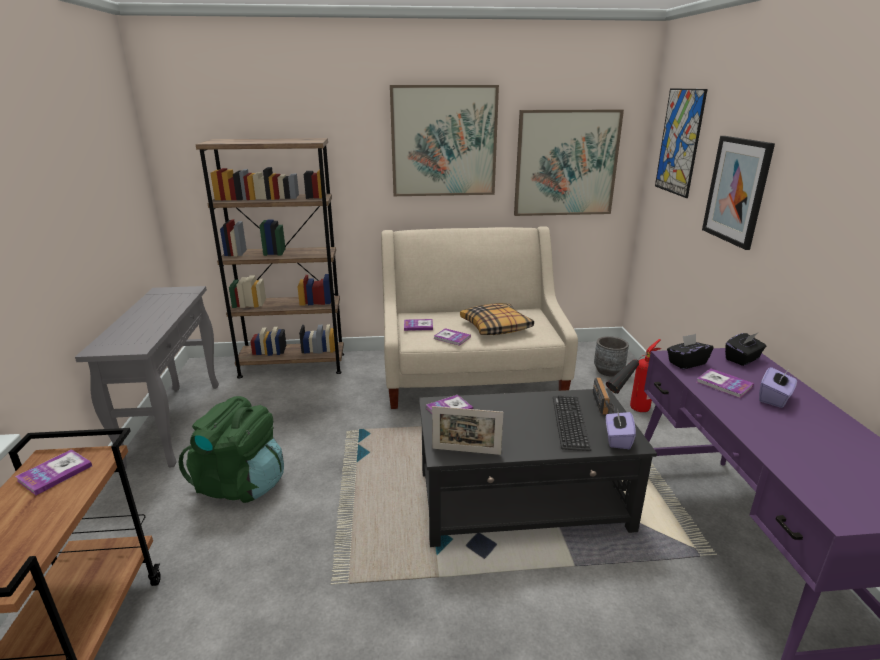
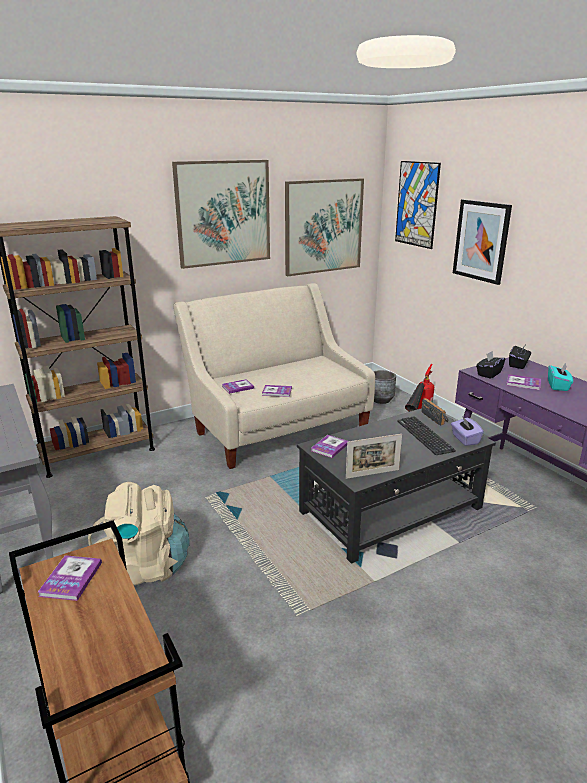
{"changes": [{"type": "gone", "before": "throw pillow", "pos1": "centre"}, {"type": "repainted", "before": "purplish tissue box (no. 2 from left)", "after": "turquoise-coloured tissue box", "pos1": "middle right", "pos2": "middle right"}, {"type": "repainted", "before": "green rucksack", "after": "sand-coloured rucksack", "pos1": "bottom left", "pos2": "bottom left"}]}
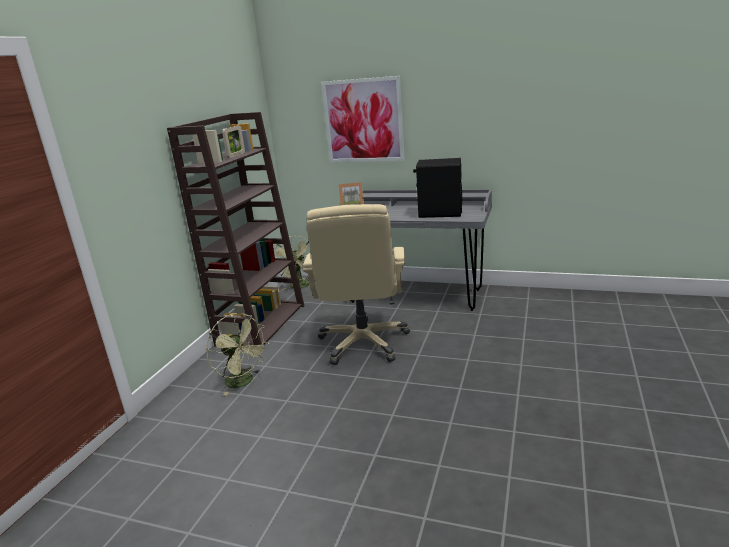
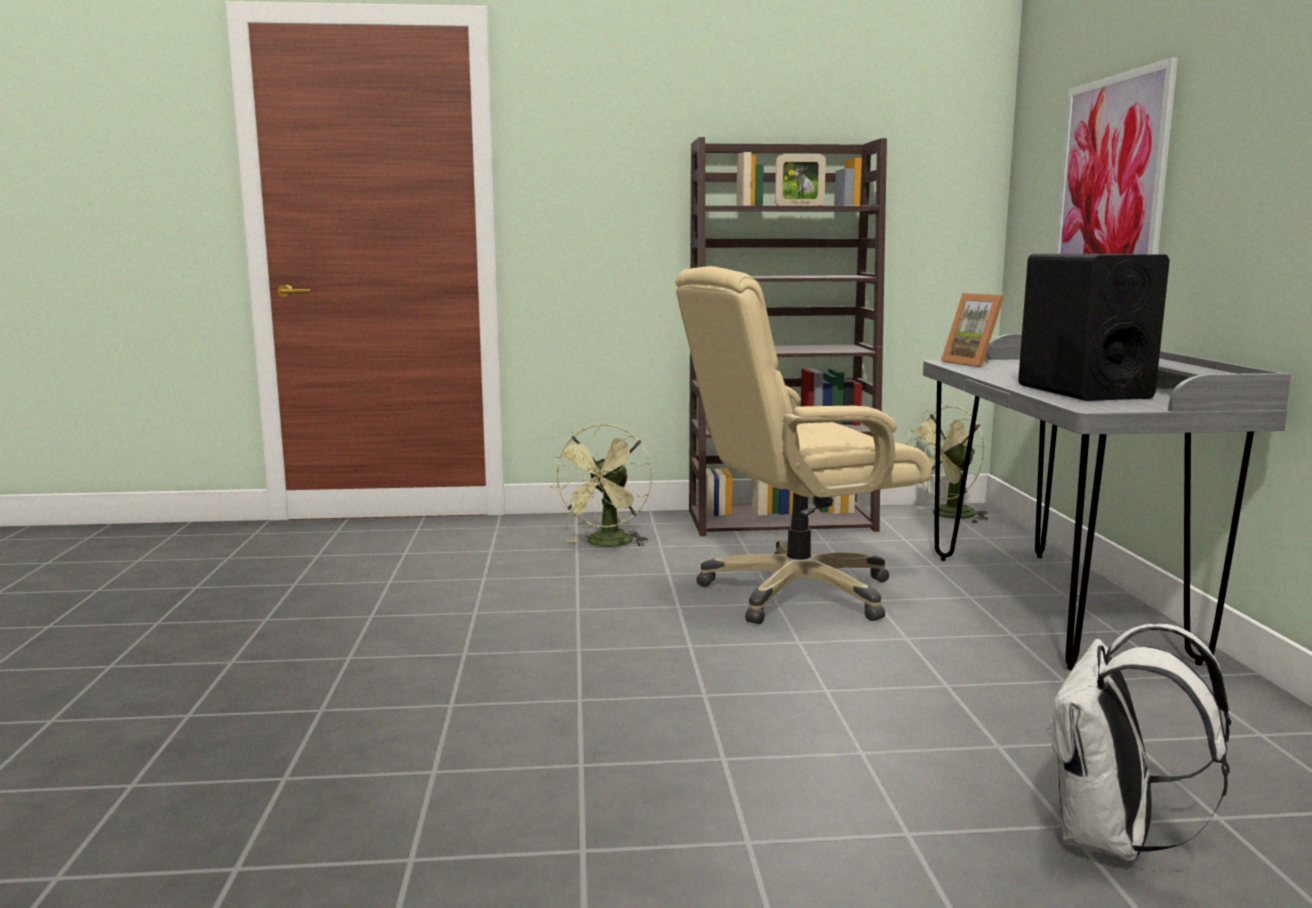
{"changes": [{"type": "new", "after": "white-coloured rucksack", "pos2": "bottom right"}]}
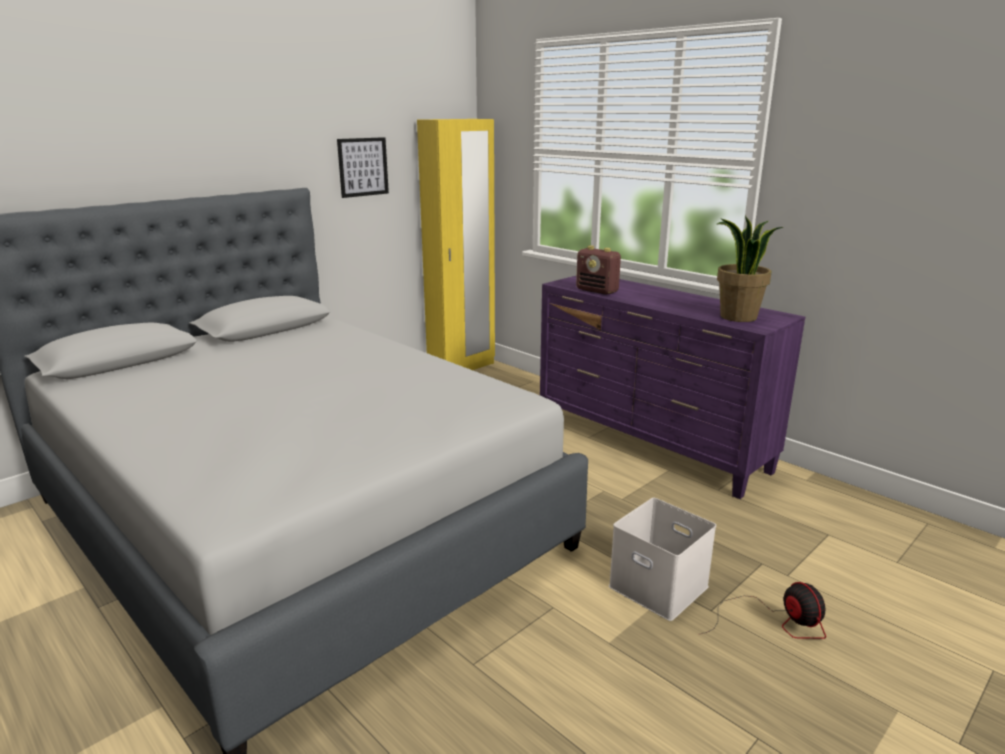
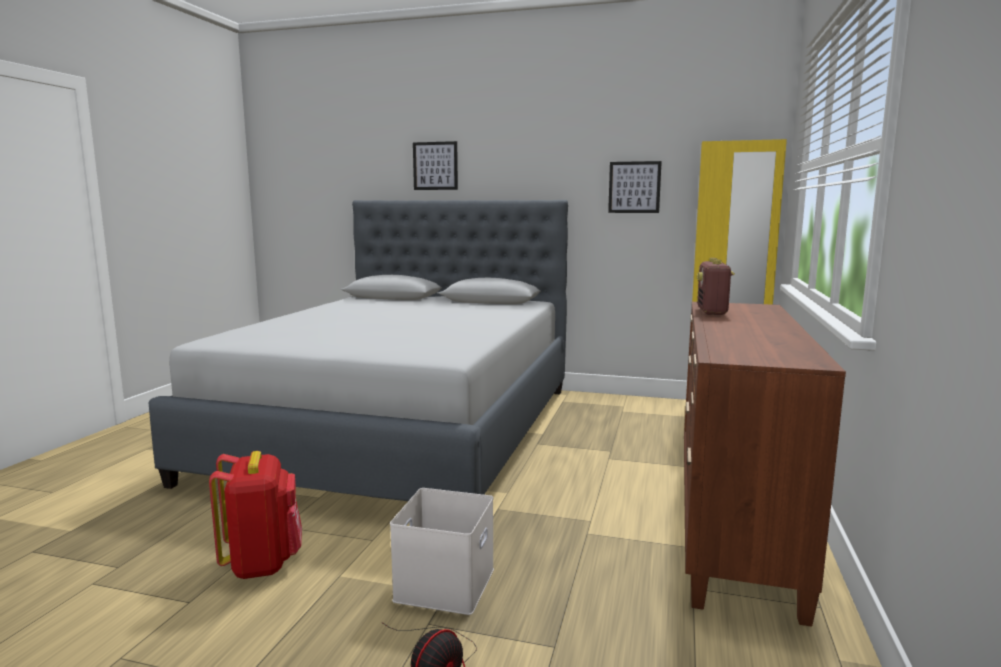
{"changes": [{"type": "gone", "before": "plant in a pot", "pos1": "middle right"}, {"type": "repainted", "before": "purplish chest of drawers", "after": "brown chest of drawers", "pos1": "middle right", "pos2": "bottom right"}, {"type": "new", "after": "picture (no. 1 from left)", "pos2": "top centre"}, {"type": "new", "after": "reddish rucksack", "pos2": "bottom left"}]}
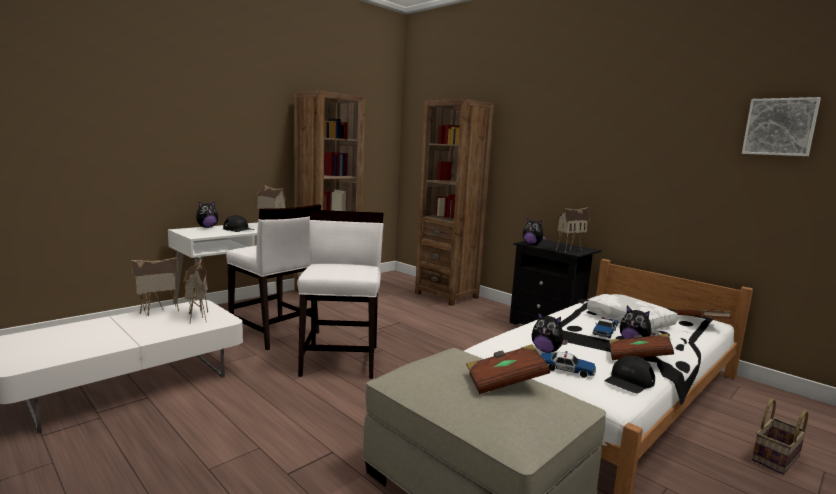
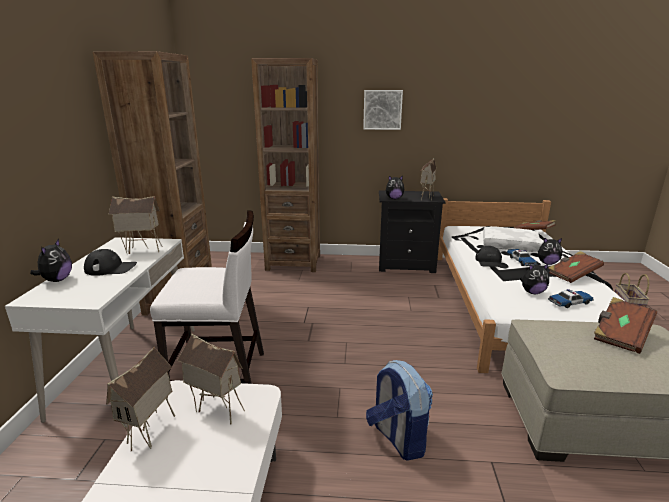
{"changes": [{"type": "shifted", "before": "picture", "pos1": "top right", "pos2": "top centre"}, {"type": "gone", "before": "white-coloured plain chair (no. 2 from left)", "pos1": "centre"}, {"type": "shifted", "before": "black-coloured cap (no. 2 from left)", "pos1": "bottom right", "pos2": "middle right"}, {"type": "new", "after": "rucksack", "pos2": "bottom centre"}]}
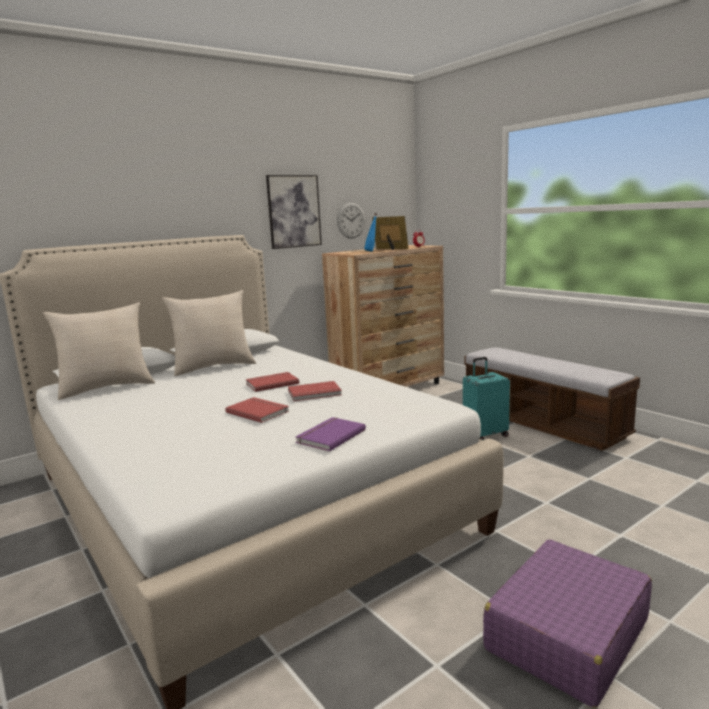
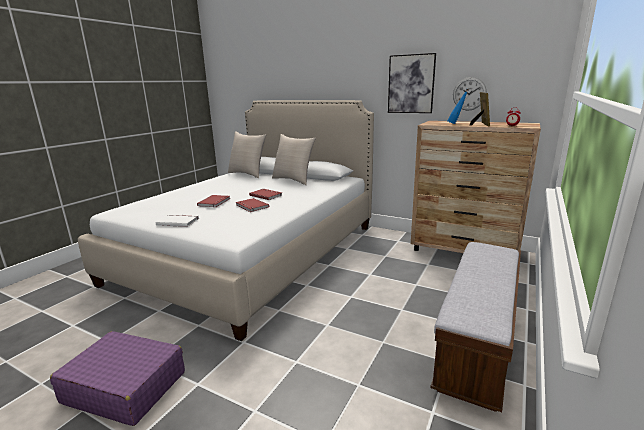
{"changes": [{"type": "gone", "before": "turquoise-coloured suitcase", "pos1": "middle right"}, {"type": "repainted", "before": "purplish volume", "after": "white-coloured volume", "pos1": "centre", "pos2": "middle left"}]}
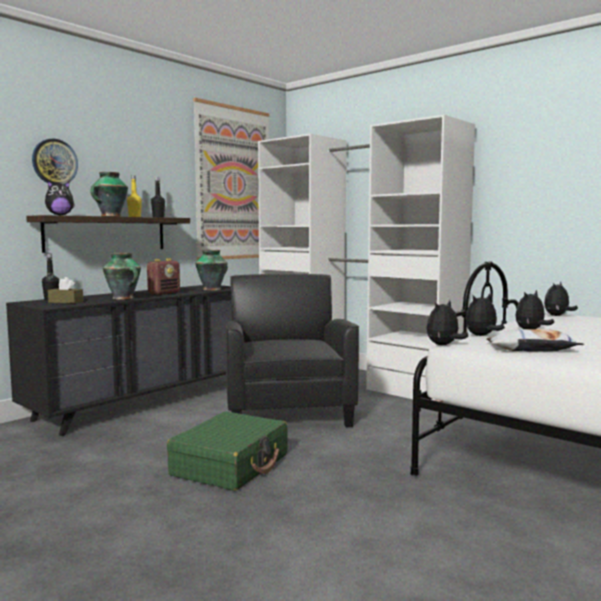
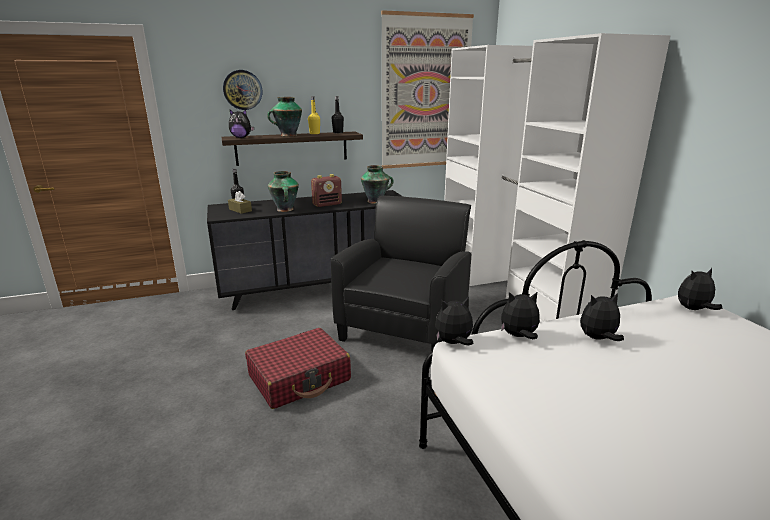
{"changes": [{"type": "gone", "before": "throw pillow", "pos1": "middle right"}, {"type": "repainted", "before": "green suitcase", "after": "reddish suitcase", "pos1": "bottom centre", "pos2": "bottom centre"}]}
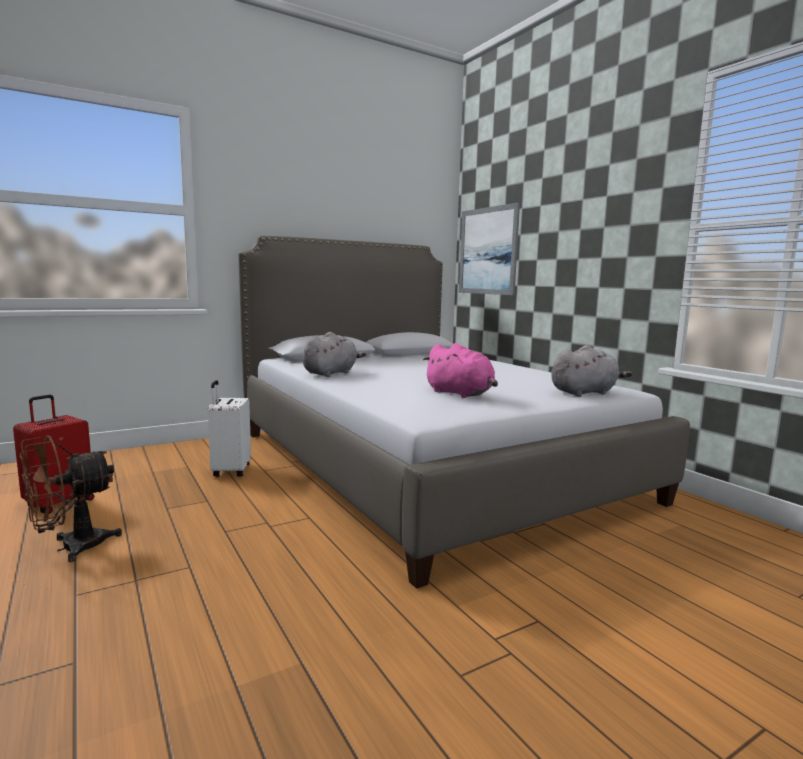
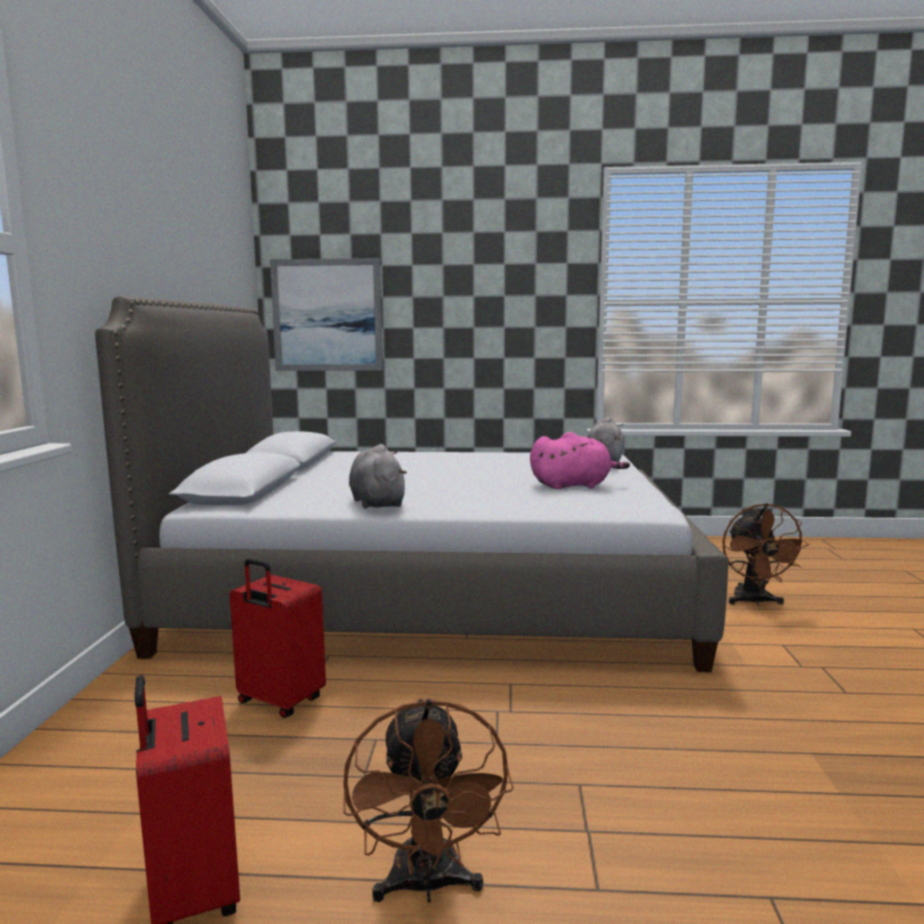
{"changes": [{"type": "repainted", "before": "white-coloured suitcase", "after": "reddish suitcase (no. 2 from left)", "pos1": "middle left", "pos2": "bottom left"}, {"type": "new", "after": "brown electric fan (no. 2 from left)", "pos2": "middle right"}]}
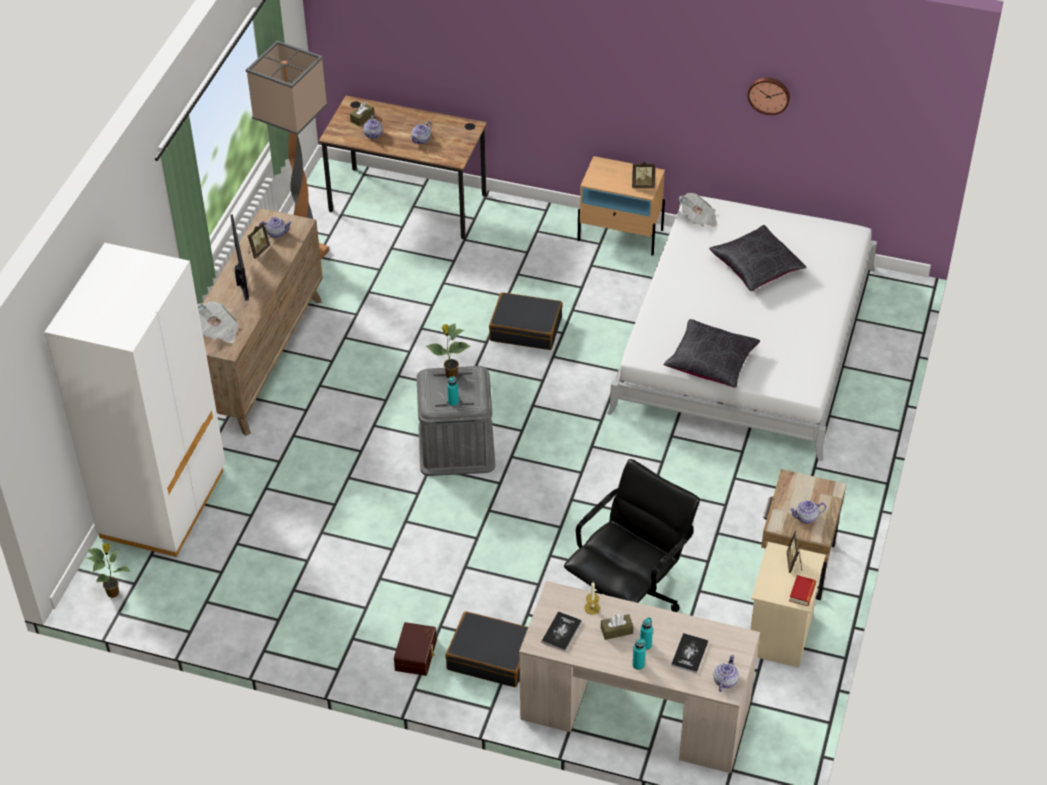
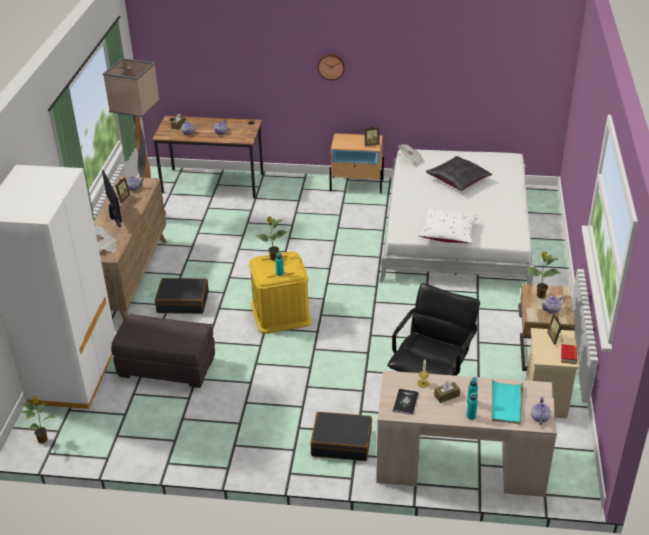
{"changes": [{"type": "shifted", "before": "clock on the wall", "pos1": "top right", "pos2": "top centre"}, {"type": "shifted", "before": "black-coloured suitcase (no. 2 from left in the first image)", "after": "black-coloured suitcase (no. 1 from left)", "pos1": "centre", "pos2": "middle left"}, {"type": "repainted", "before": "black-coloured throw pillow (no. 1 from left)", "after": "white-coloured throw pillow", "pos1": "middle right", "pos2": "middle right"}, {"type": "repainted", "before": "grey storage container", "after": "yellow storage container", "pos1": "centre", "pos2": "centre"}, {"type": "gone", "before": "brown storage container", "pos1": "bottom centre"}, {"type": "swapped", "before": "volume (no. 2 from left)", "after": "turquoise-coloured carrying tray", "pos1": "bottom centre", "pos2": "bottom right"}, {"type": "new", "after": "plant in a pot (no. 3 from left)", "pos2": "middle right"}, {"type": "new", "after": "grey footrest", "pos2": "middle left"}]}
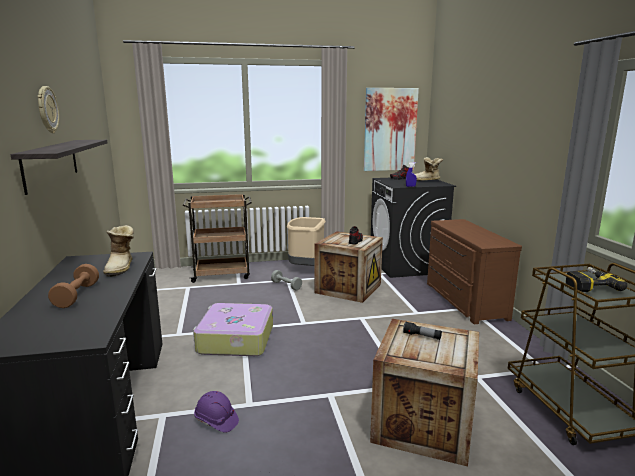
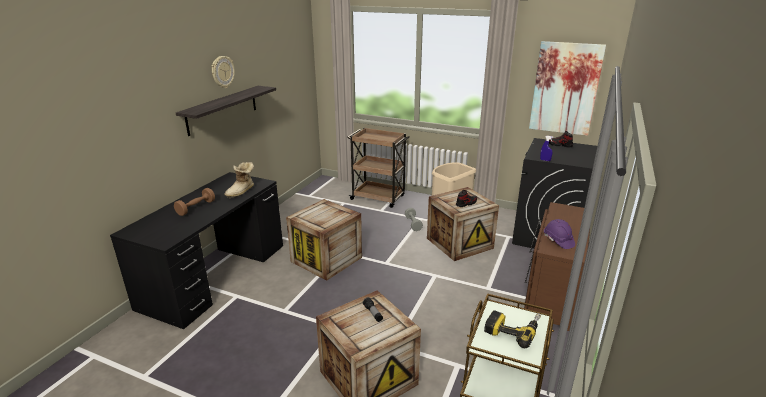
{"changes": [{"type": "gone", "before": "high-top boot (no. 2 from left)", "pos1": "middle right"}, {"type": "swapped", "before": "suitcase", "after": "packing crate (no. 1 from left)", "pos1": "bottom centre", "pos2": "centre"}, {"type": "shifted", "before": "purplish work helmet", "pos1": "bottom centre", "pos2": "middle right"}]}
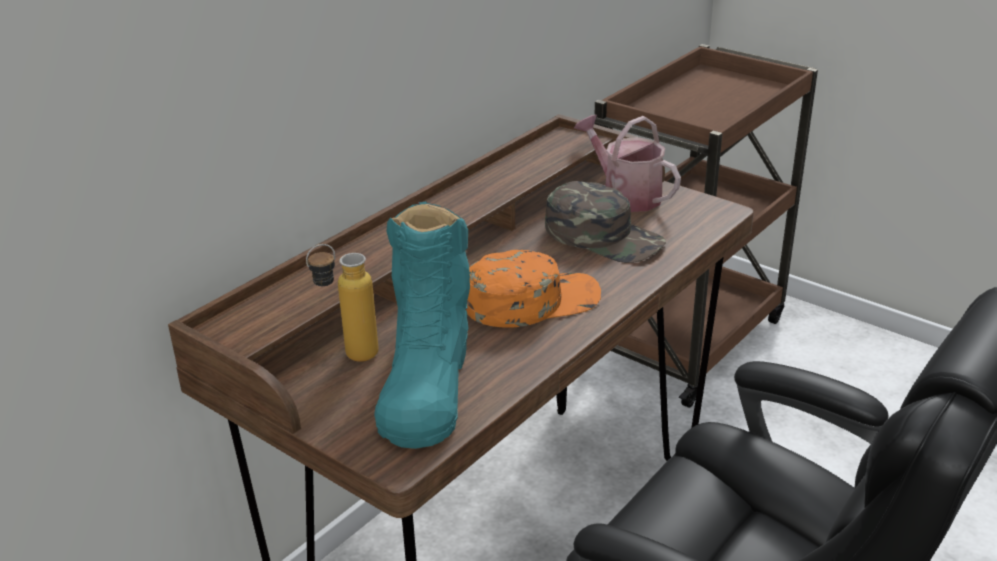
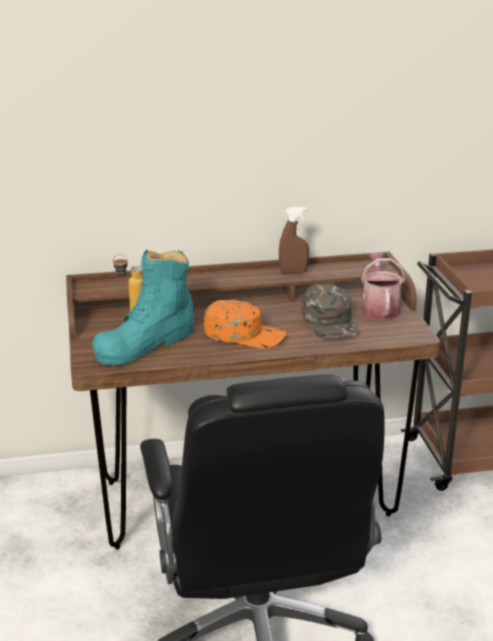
{"changes": [{"type": "new", "after": "brown hand sprayer", "pos2": "centre"}]}
